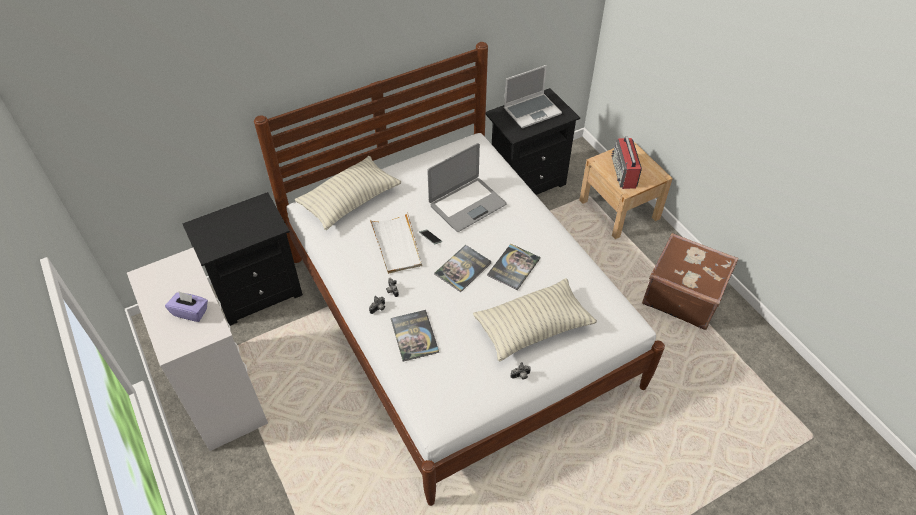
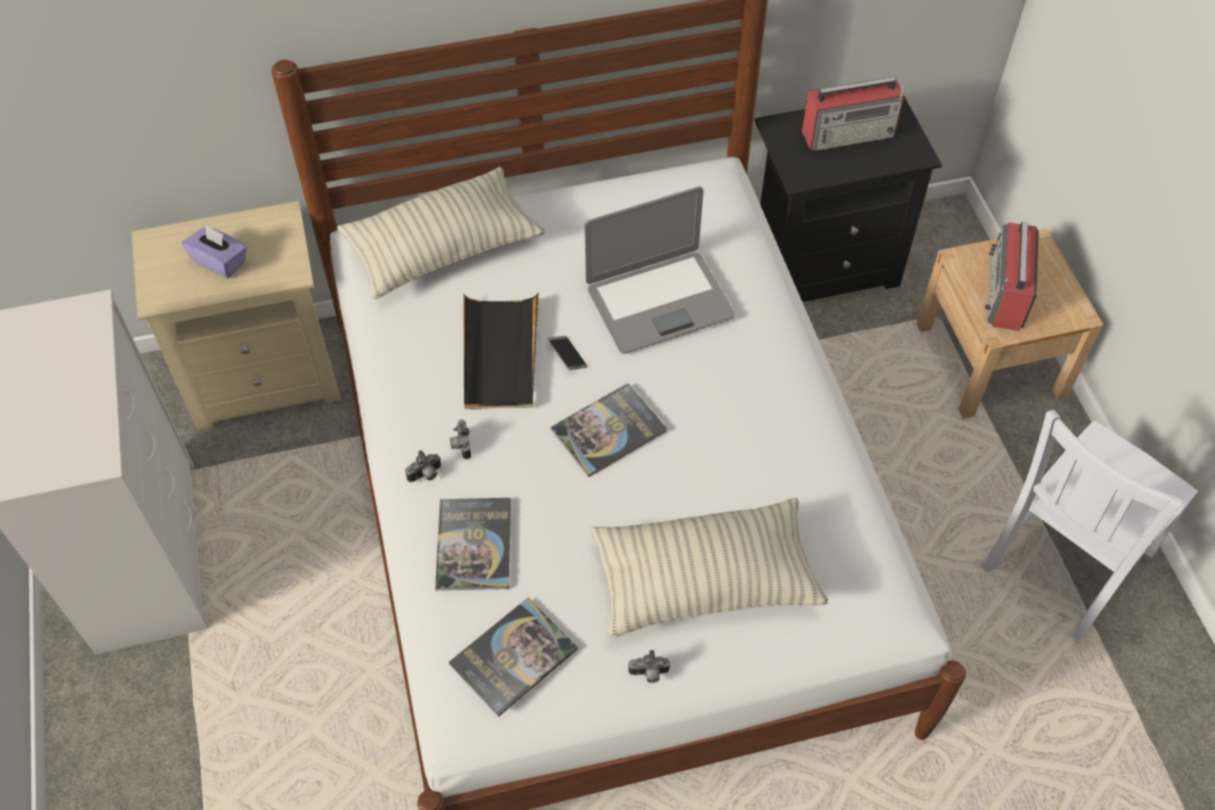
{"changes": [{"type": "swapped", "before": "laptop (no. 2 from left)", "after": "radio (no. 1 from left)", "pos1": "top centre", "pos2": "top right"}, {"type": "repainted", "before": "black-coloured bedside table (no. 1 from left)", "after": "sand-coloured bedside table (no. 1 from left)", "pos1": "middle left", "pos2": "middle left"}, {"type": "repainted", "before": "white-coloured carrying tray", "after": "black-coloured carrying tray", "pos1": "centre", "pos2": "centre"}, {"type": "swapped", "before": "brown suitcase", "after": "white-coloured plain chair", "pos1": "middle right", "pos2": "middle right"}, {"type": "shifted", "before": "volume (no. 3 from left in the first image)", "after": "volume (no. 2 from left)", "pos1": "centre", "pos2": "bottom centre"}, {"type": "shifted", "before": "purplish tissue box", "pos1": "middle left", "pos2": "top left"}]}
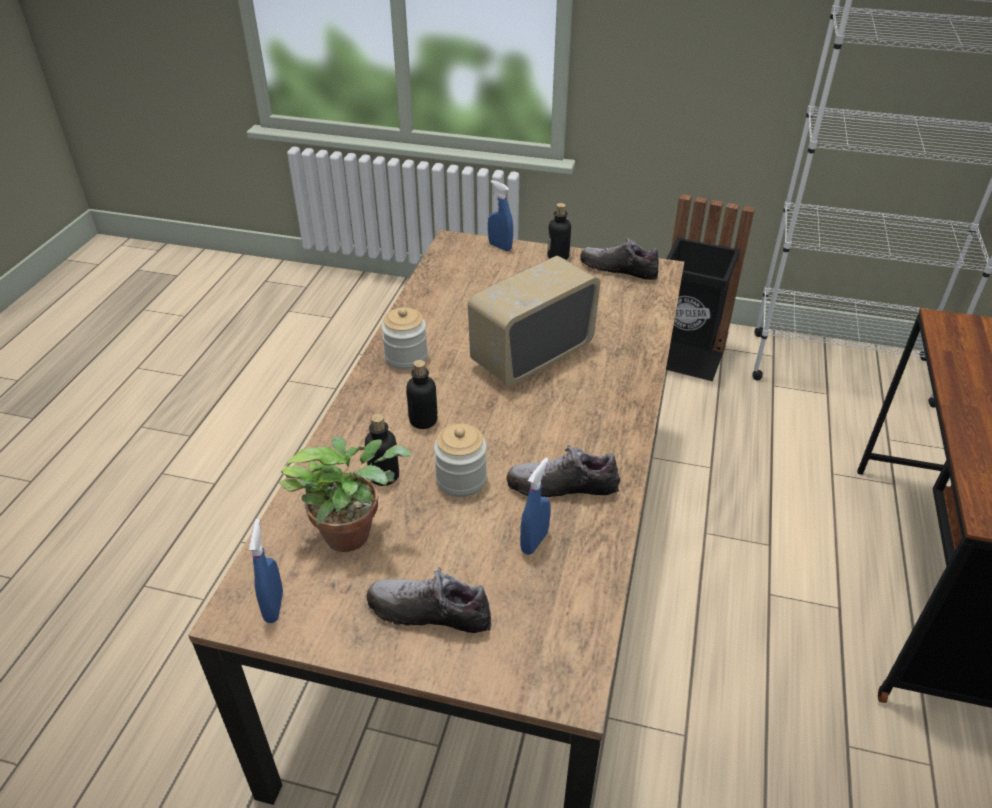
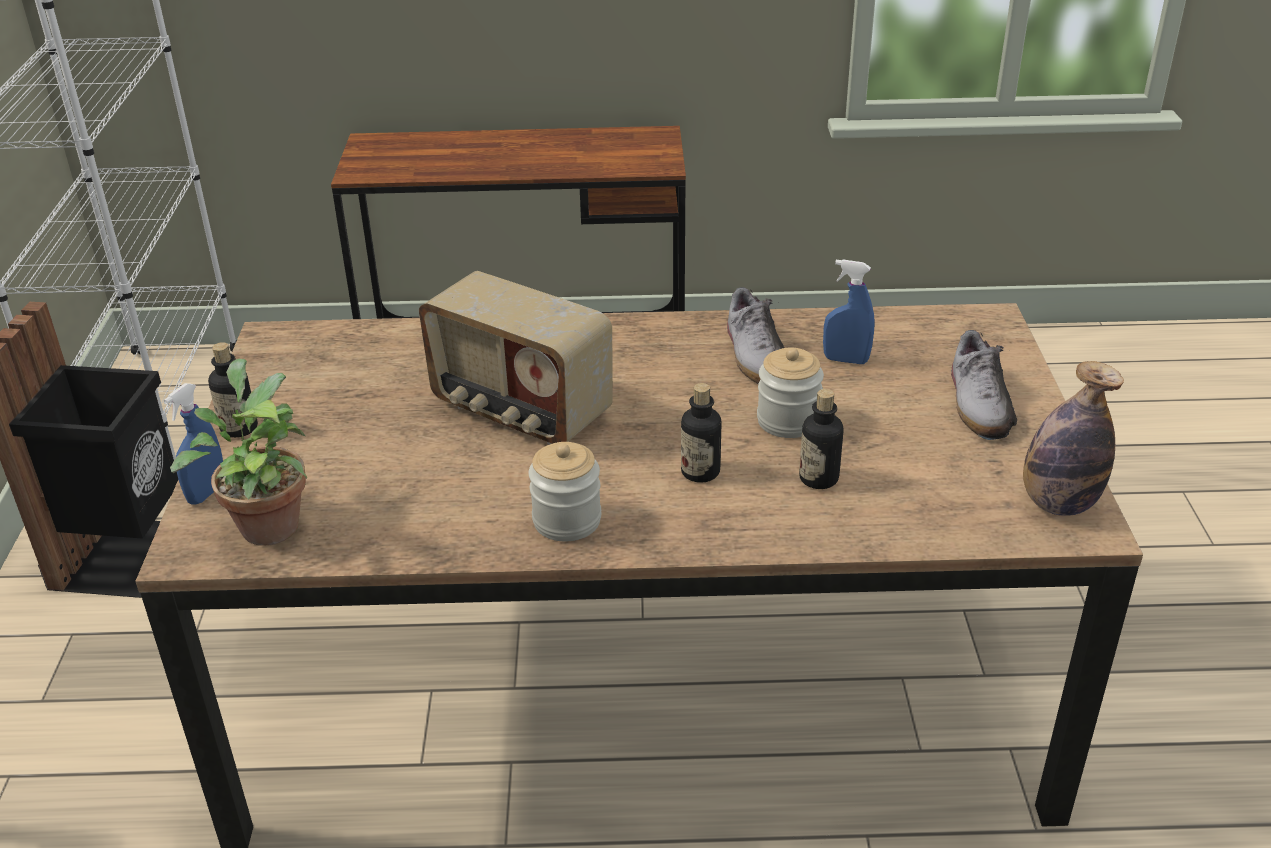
{"changes": [{"type": "gone", "before": "low shoe (no. 3 from left)", "pos1": "top centre"}, {"type": "shifted", "before": "plant in a pot", "pos1": "centre", "pos2": "middle left"}, {"type": "swapped", "before": "blue hand sprayer (no. 1 from left)", "after": "bottle (no. 4 from left)", "pos1": "bottom left", "pos2": "middle right"}]}
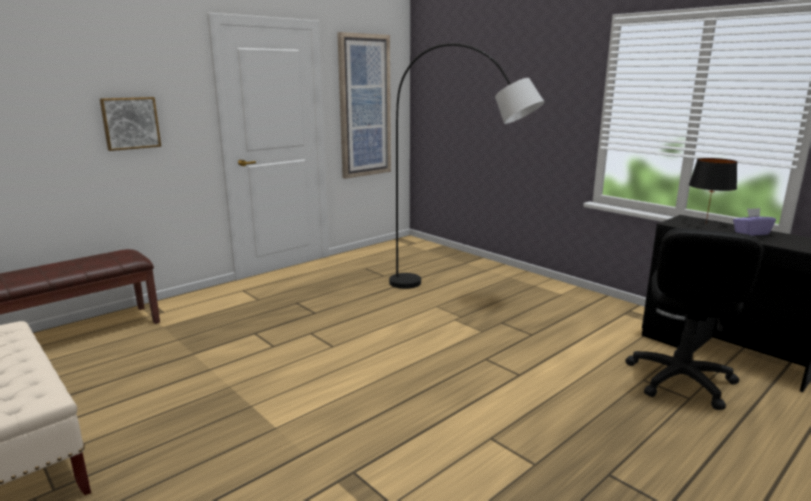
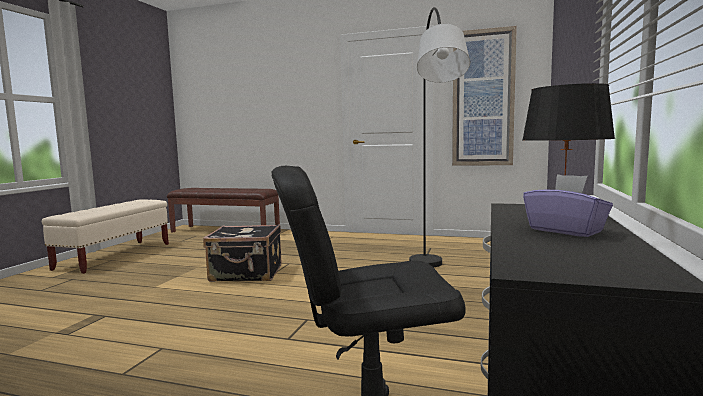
{"changes": [{"type": "gone", "before": "picture (no. 1 from left)", "pos1": "top left"}, {"type": "new", "after": "black-coloured suitcase", "pos2": "centre"}]}
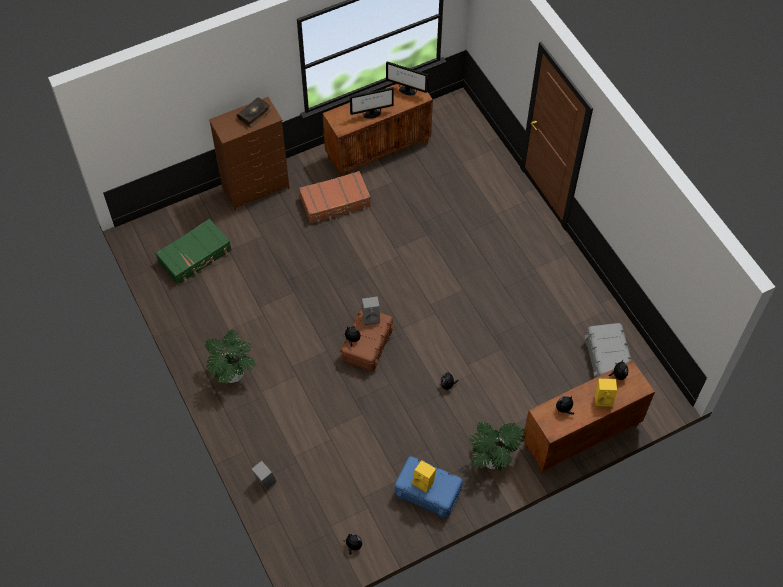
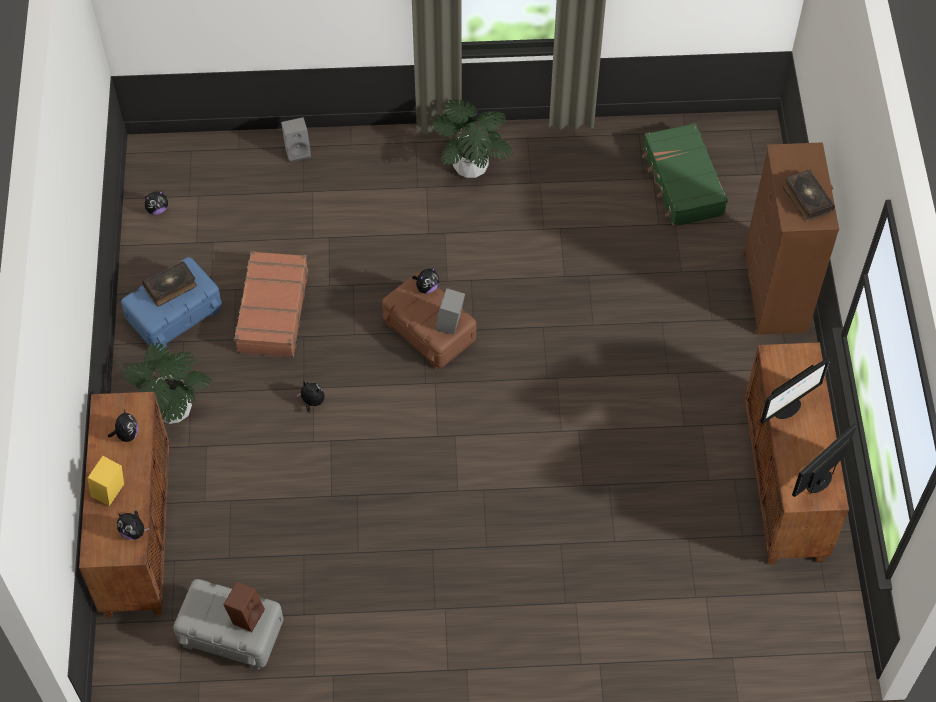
{"changes": [{"type": "rotated", "before": "computer screen (no. 1 from left)", "pos1": "top centre", "pos2": "middle right", "turn": -135}, {"type": "shifted", "before": "brown suitcase", "pos1": "centre", "pos2": "middle left"}, {"type": "swapped", "before": "yellow loudspeaker (no. 1 from left)", "after": "volume (no. 1 from left)", "pos1": "bottom centre", "pos2": "middle left"}, {"type": "new", "after": "brown loudspeaker", "pos2": "bottom left"}]}
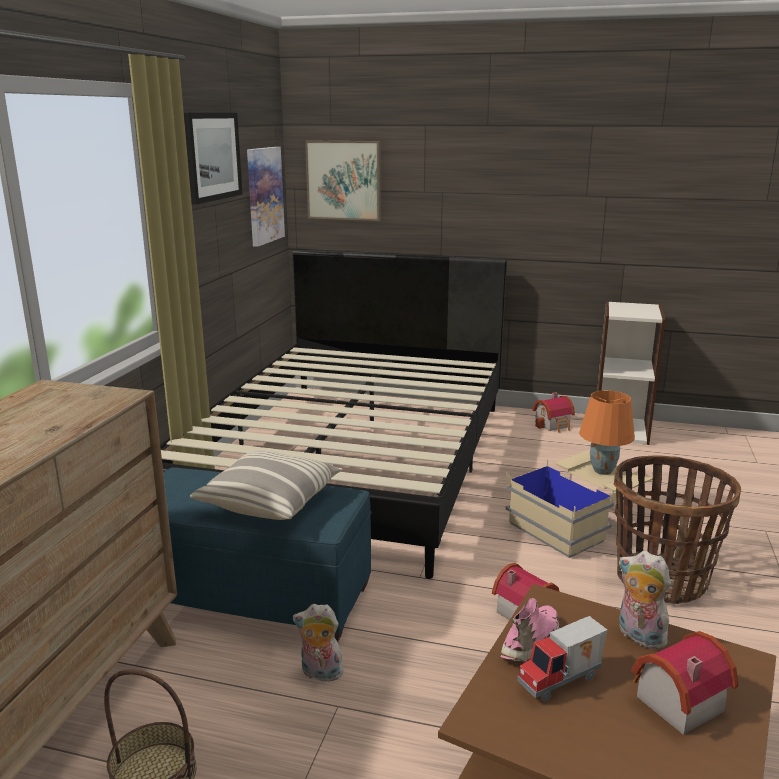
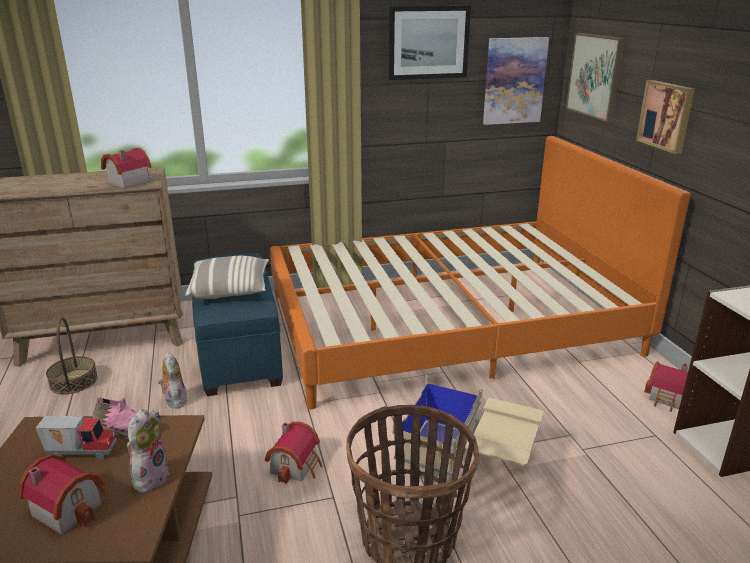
{"changes": [{"type": "repainted", "before": "black-coloured sleeping bed", "after": "orange-coloured sleeping bed", "pos1": "centre", "pos2": "centre"}, {"type": "gone", "before": "orange-coloured tabletop lamp", "pos1": "middle right"}, {"type": "rotated", "before": "toy lorry", "pos1": "bottom right", "pos2": "bottom left", "turn": 150}, {"type": "new", "after": "picture (no. 4 from left)", "pos2": "top right"}, {"type": "new", "after": "model house (no. 2 from left)", "pos2": "top left"}]}
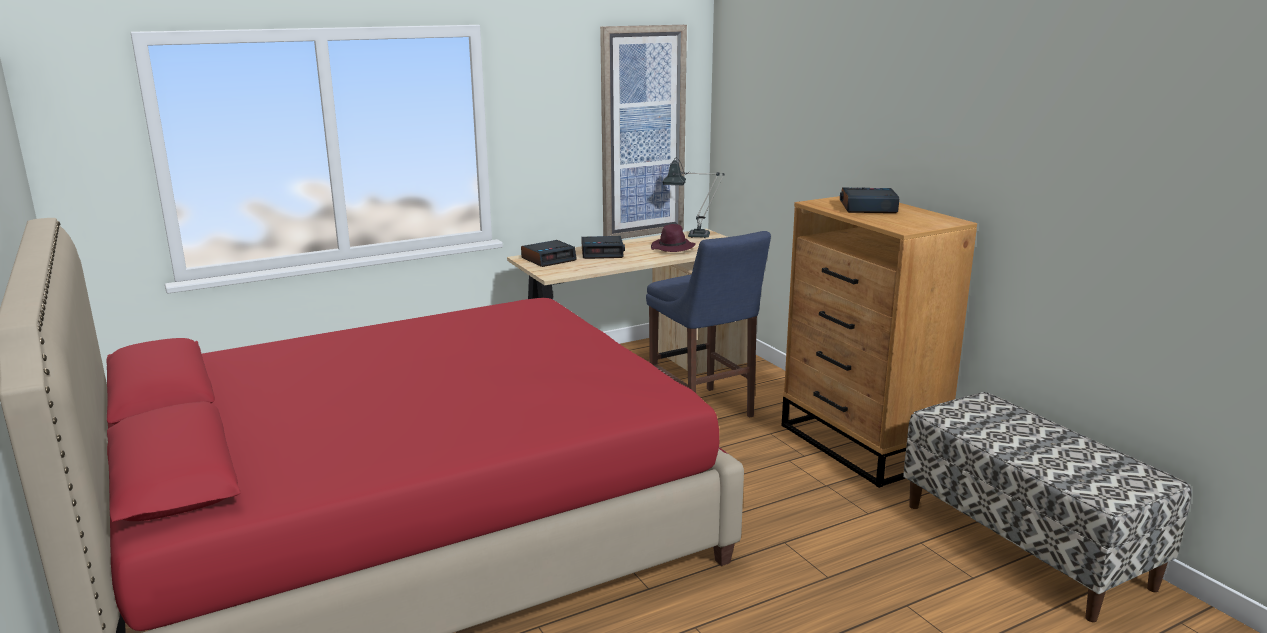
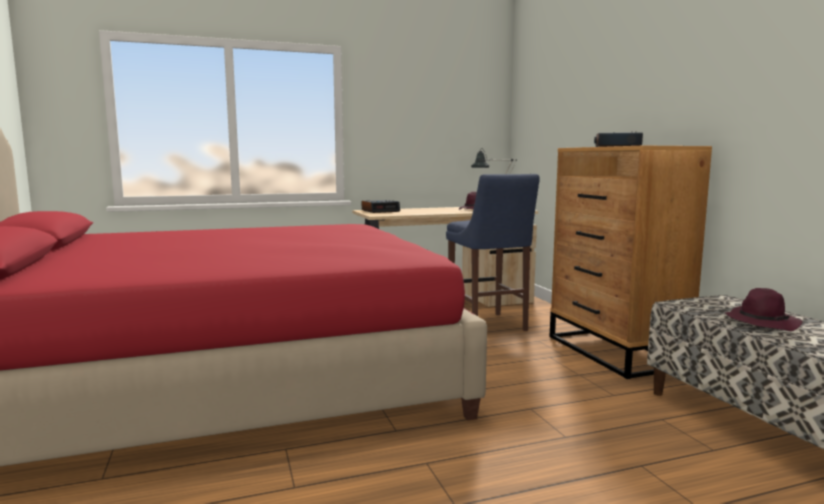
{"changes": [{"type": "gone", "before": "picture", "pos1": "top centre"}, {"type": "gone", "before": "table clock (no. 2 from left)", "pos1": "centre"}, {"type": "new", "after": "purplish clothing hat (no. 2 from left)", "pos2": "middle right"}]}
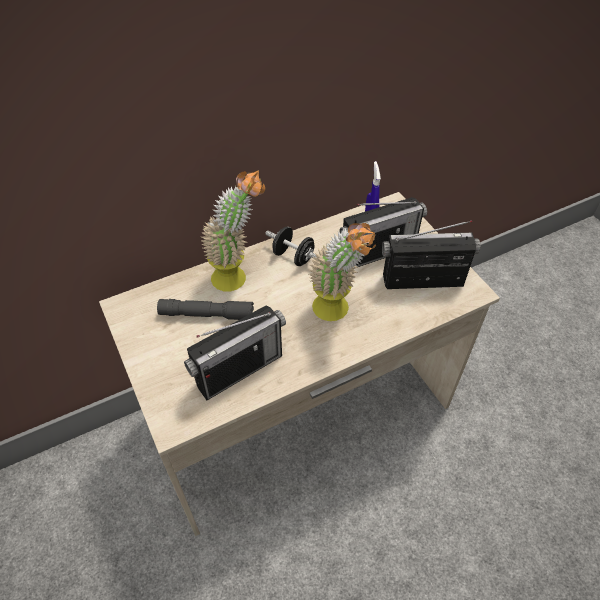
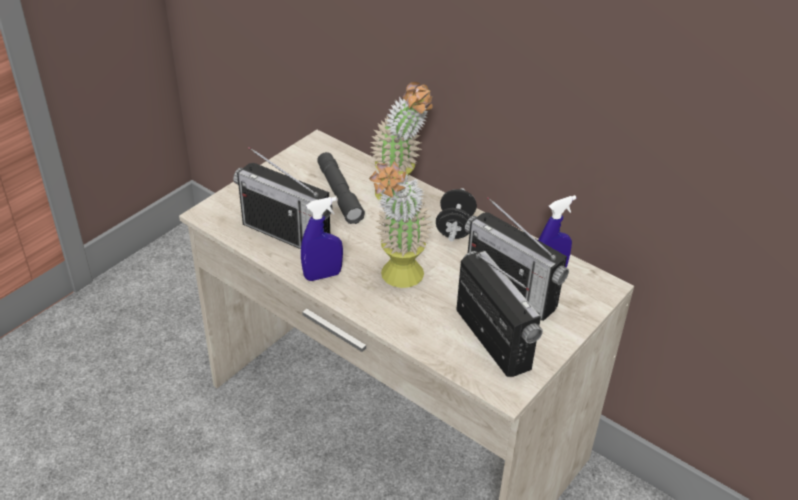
{"changes": [{"type": "new", "after": "blue hand sprayer (no. 1 from left)", "pos2": "centre"}]}
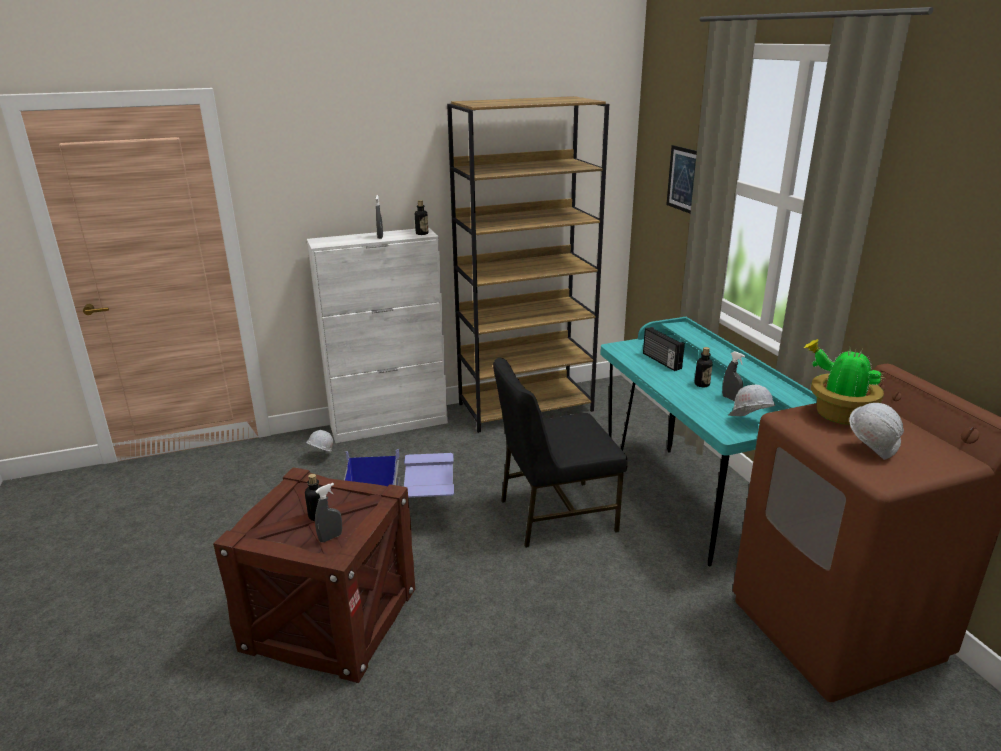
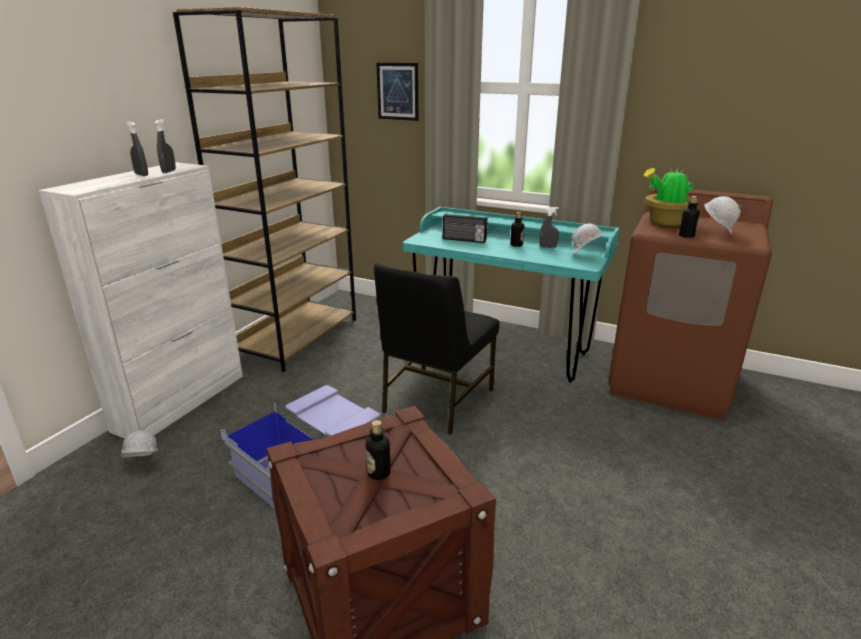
{"changes": [{"type": "shifted", "before": "bottle (no. 2 from left in the first image)", "after": "bottle (no. 3 from left)", "pos1": "top centre", "pos2": "middle right"}, {"type": "shifted", "before": "grey hand sprayer (no. 1 from left in the first image)", "after": "grey hand sprayer (no. 2 from left)", "pos1": "bottom left", "pos2": "top left"}]}
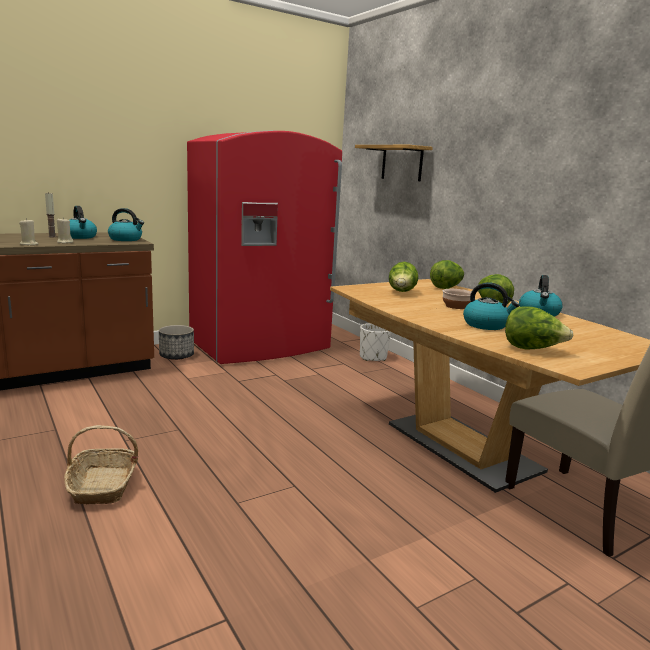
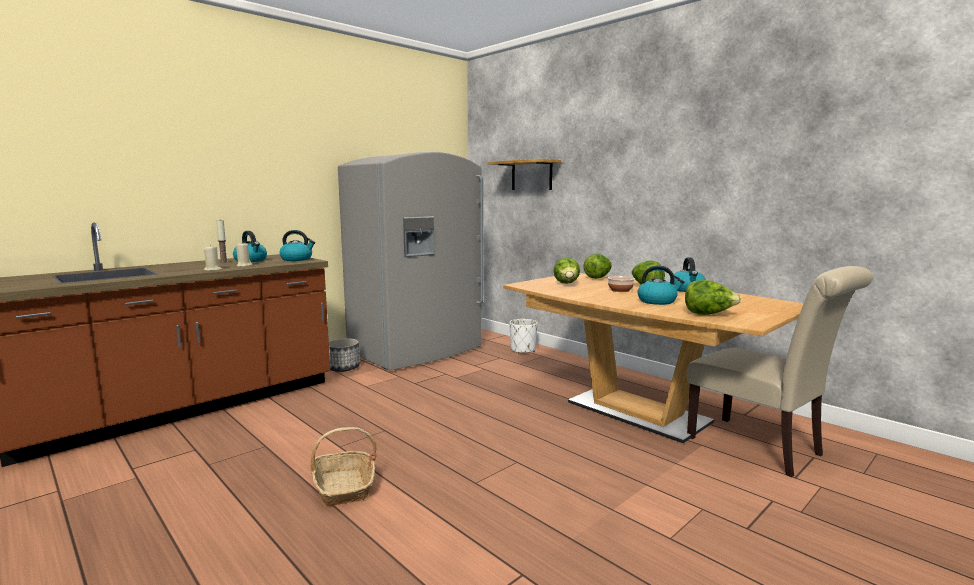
{"changes": [{"type": "repainted", "before": "reddish kitchen fridge", "after": "grey kitchen fridge", "pos1": "centre", "pos2": "centre"}]}
